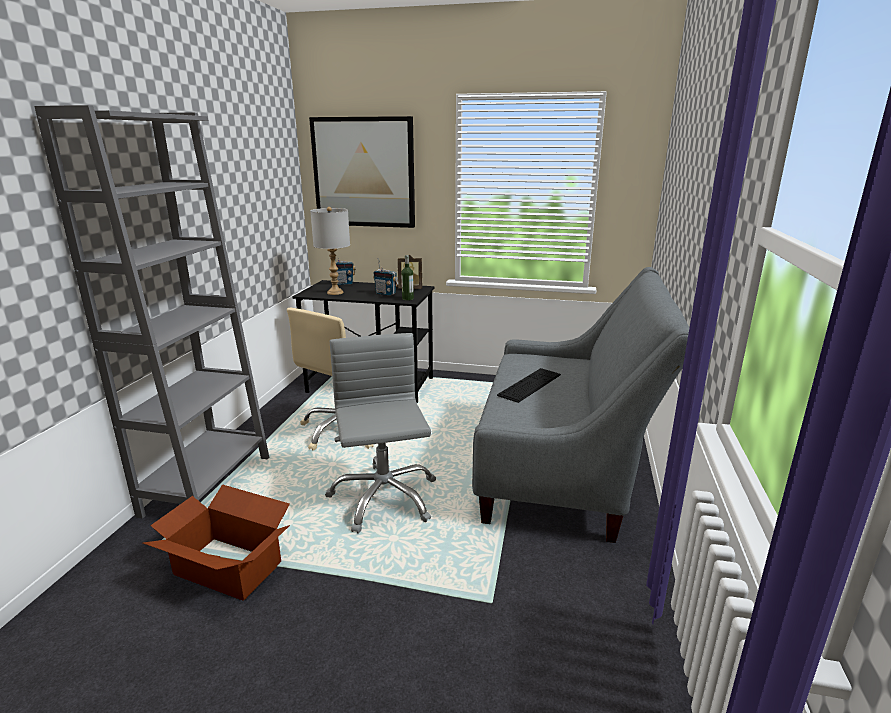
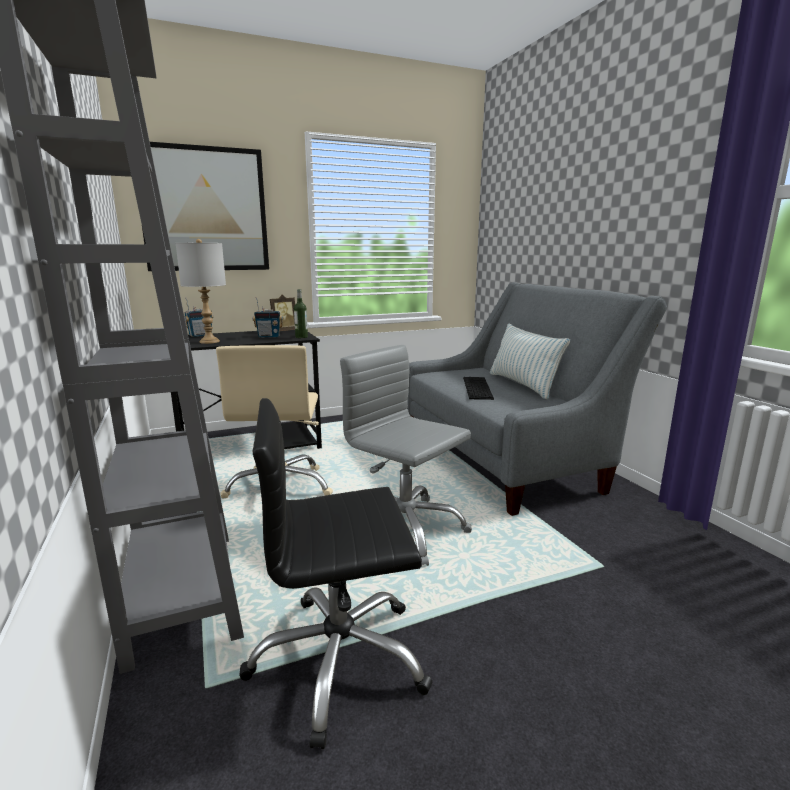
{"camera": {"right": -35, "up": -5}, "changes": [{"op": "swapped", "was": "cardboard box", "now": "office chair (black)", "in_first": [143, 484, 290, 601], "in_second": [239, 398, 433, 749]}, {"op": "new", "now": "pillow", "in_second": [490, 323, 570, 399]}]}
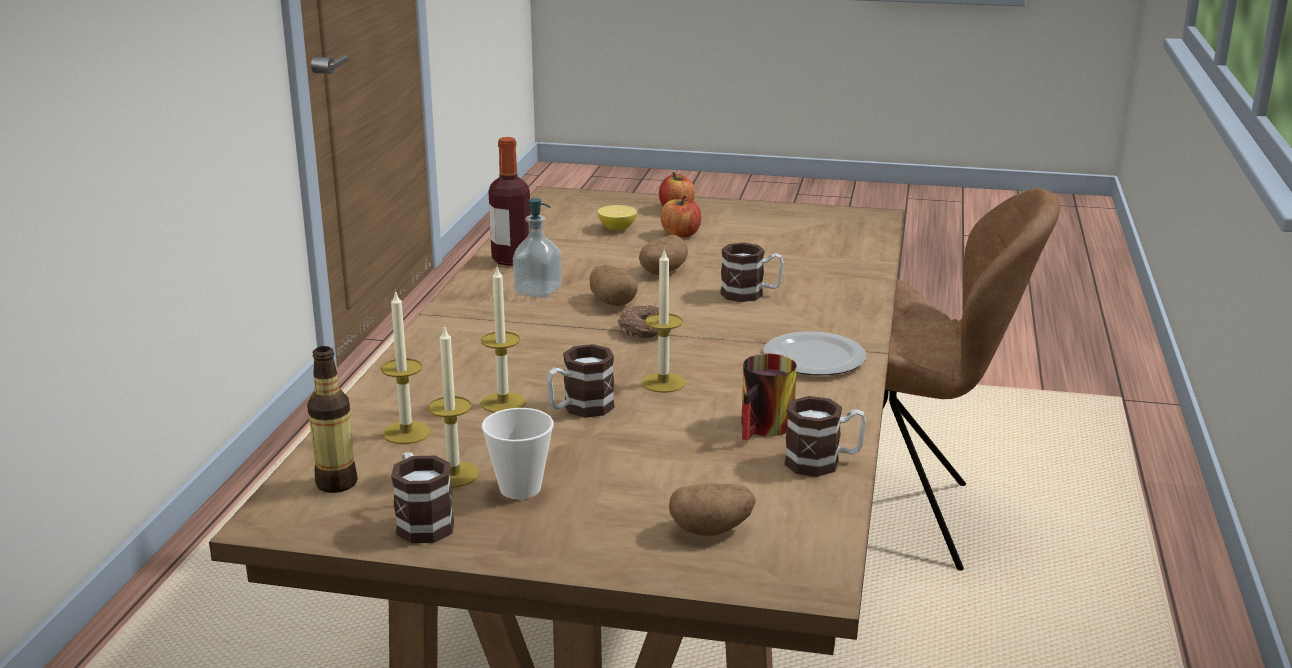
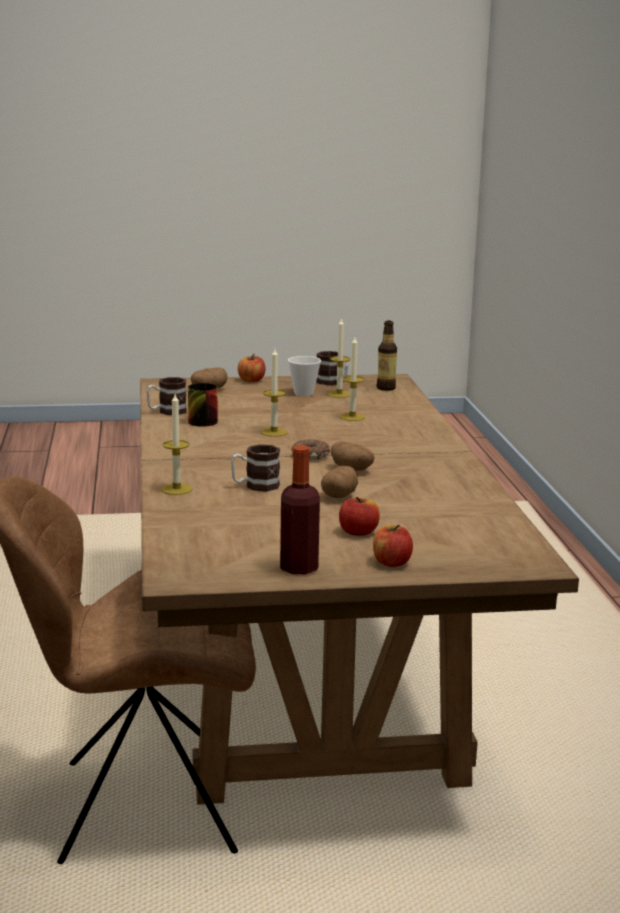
{"camera": {"right": 160, "up": -5}, "changes": [{"op": "shifted", "was": "candle", "in_first": [381, 290, 431, 444], "in_second": [161, 394, 192, 495]}, {"op": "shifted", "was": "bottle", "in_first": [488, 137, 531, 266], "in_second": [280, 445, 320, 574]}, {"op": "gone", "was": "soap dispenser", "in_first": [513, 198, 562, 298]}, {"op": "gone", "was": "mug", "in_first": [547, 344, 615, 418]}, {"op": "gone", "was": "lemon", "in_first": [598, 205, 637, 231]}, {"op": "gone", "was": "plate", "in_first": [763, 331, 866, 375]}, {"op": "new", "now": "apple", "in_second": [238, 354, 266, 382]}]}
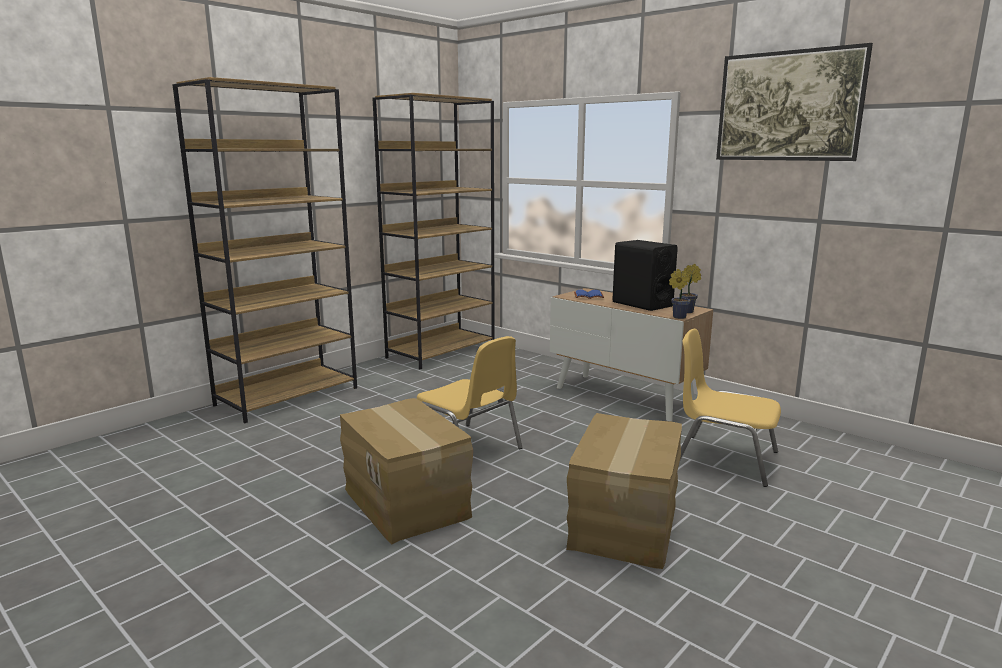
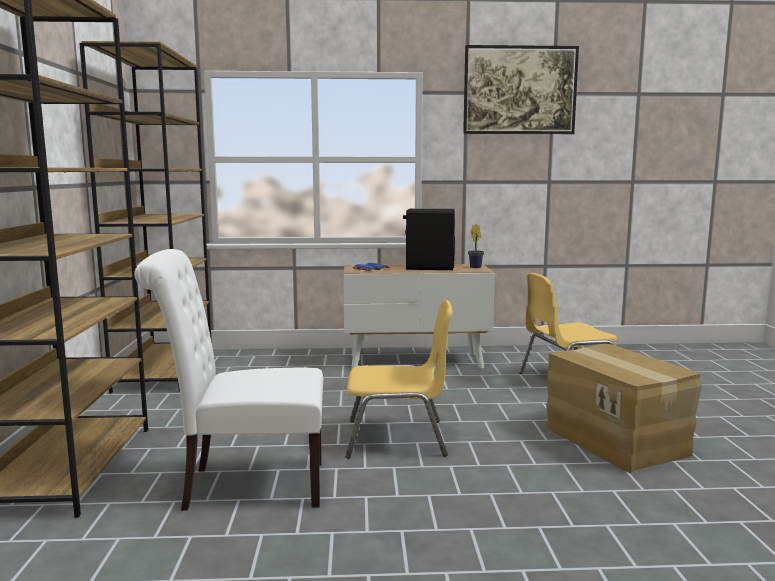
{"camera": {"right": -45, "up": -5}, "changes": [{"op": "gone", "was": "cardboard box", "in_first": [340, 398, 473, 544]}, {"op": "gone", "was": "potted plant", "in_first": [669, 269, 690, 319]}, {"op": "new", "now": "chair (white)", "in_second": [134, 249, 323, 511]}]}
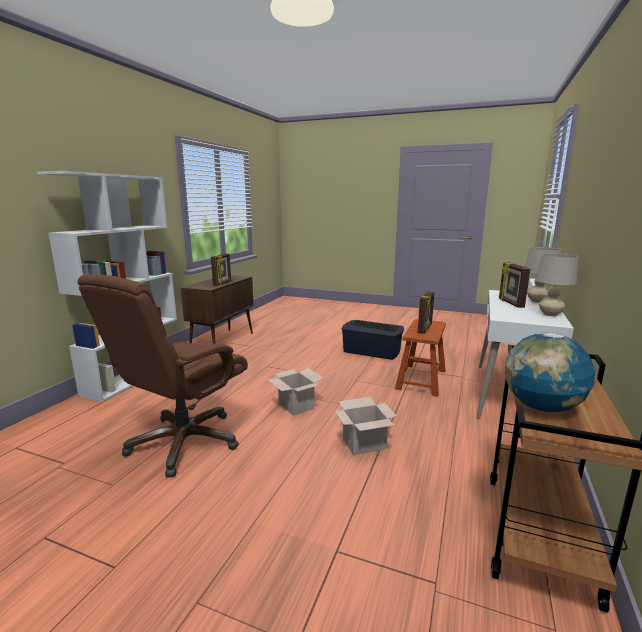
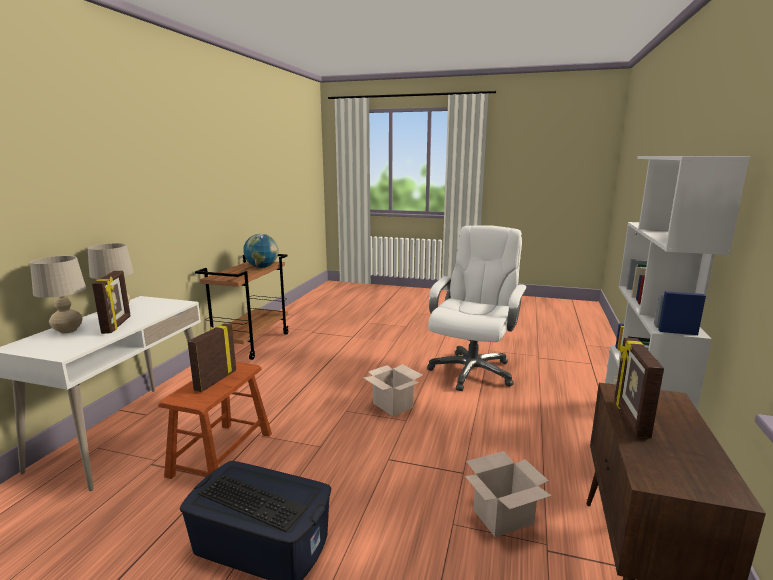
{"camera": {"right": 175, "up": 0}, "changes": [{"op": "repainted", "was": "office chair (brown)", "now": "office chair (white)", "in_first": [77, 274, 248, 478], "in_second": [427, 225, 527, 391]}, {"op": "shifted", "was": "cardboard box", "in_first": [335, 397, 397, 455], "in_second": [465, 451, 552, 537]}]}
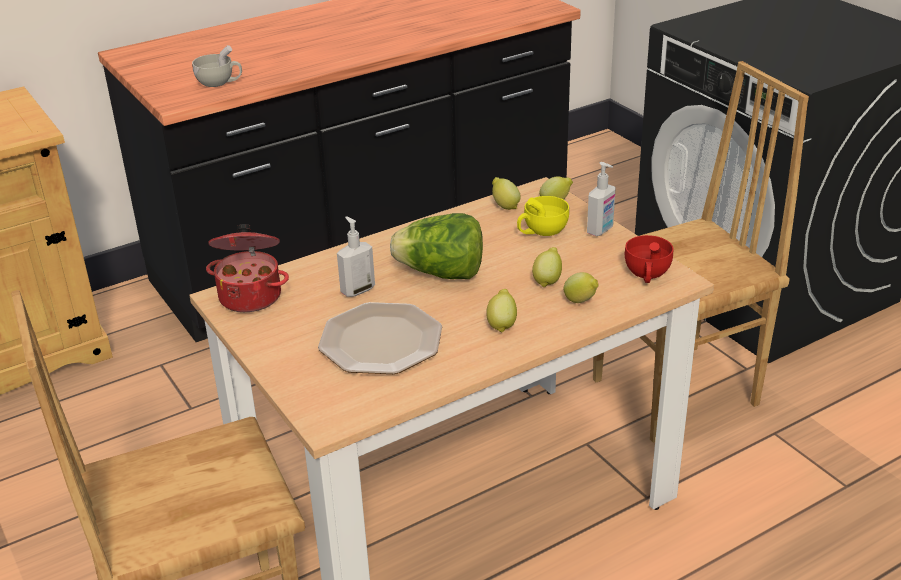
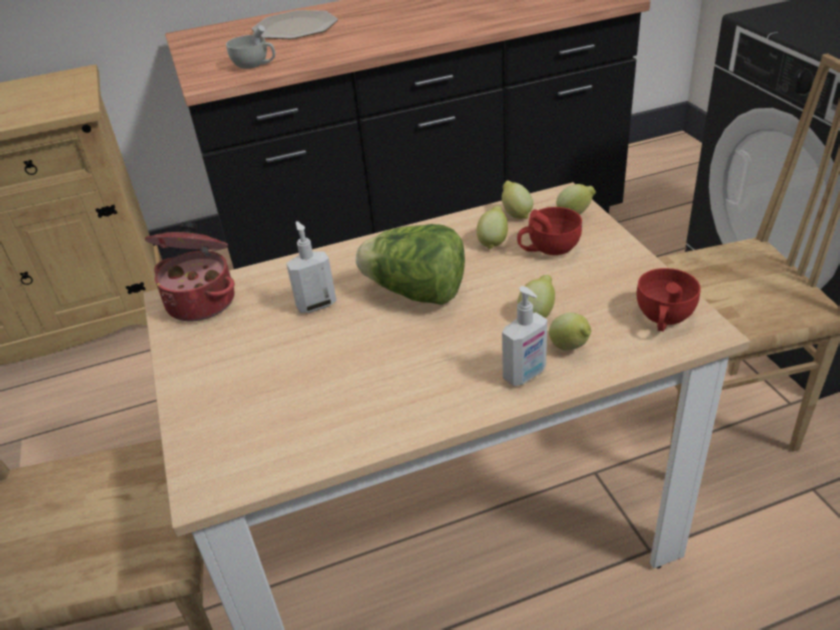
{"camera": {"right": 15, "up": 5}, "changes": [{"op": "shifted", "was": "plate", "in_first": [318, 302, 442, 374], "in_second": [252, 10, 338, 39]}, {"op": "shifted", "was": "lemon", "in_first": [486, 289, 517, 333], "in_second": [476, 206, 508, 249]}, {"op": "repainted", "was": "cup (yellow)", "now": "cup (red)", "in_first": [517, 196, 569, 236], "in_second": [517, 207, 582, 255]}, {"op": "shifted", "was": "soap dispenser", "in_first": [587, 162, 616, 236], "in_second": [502, 286, 547, 386]}]}
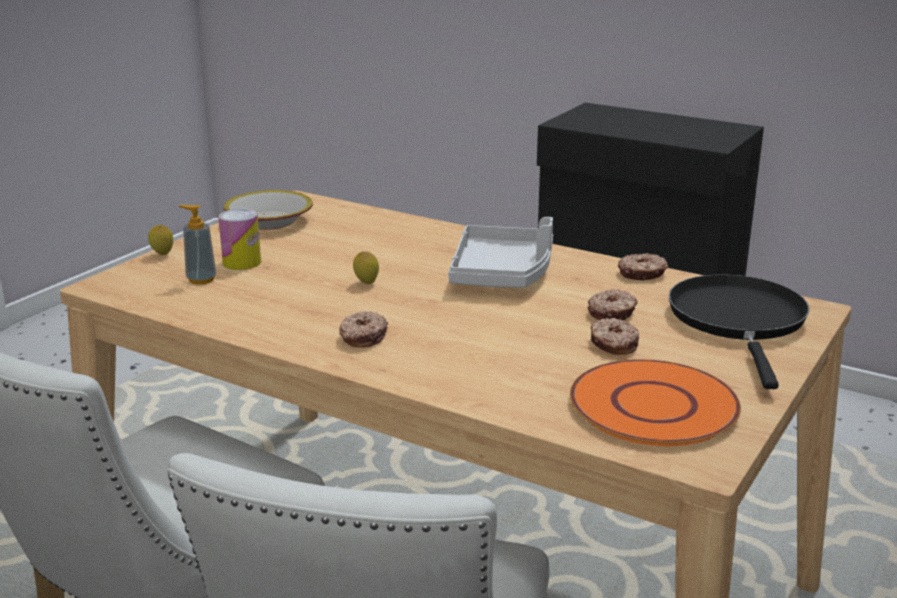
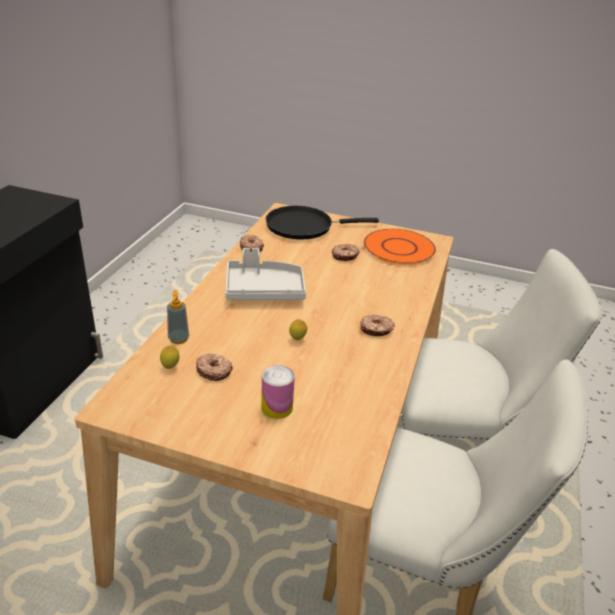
{"camera": {"right": -105, "up": 10}, "changes": [{"op": "shifted", "was": "lemon", "in_first": [148, 225, 173, 255], "in_second": [160, 346, 179, 369]}, {"op": "shifted", "was": "soap dispenser", "in_first": [179, 205, 216, 285], "in_second": [167, 290, 189, 344]}, {"op": "gone", "was": "bowl", "in_first": [224, 190, 313, 230]}, {"op": "shifted", "was": "donut", "in_first": [588, 289, 638, 320], "in_second": [196, 353, 233, 381]}]}
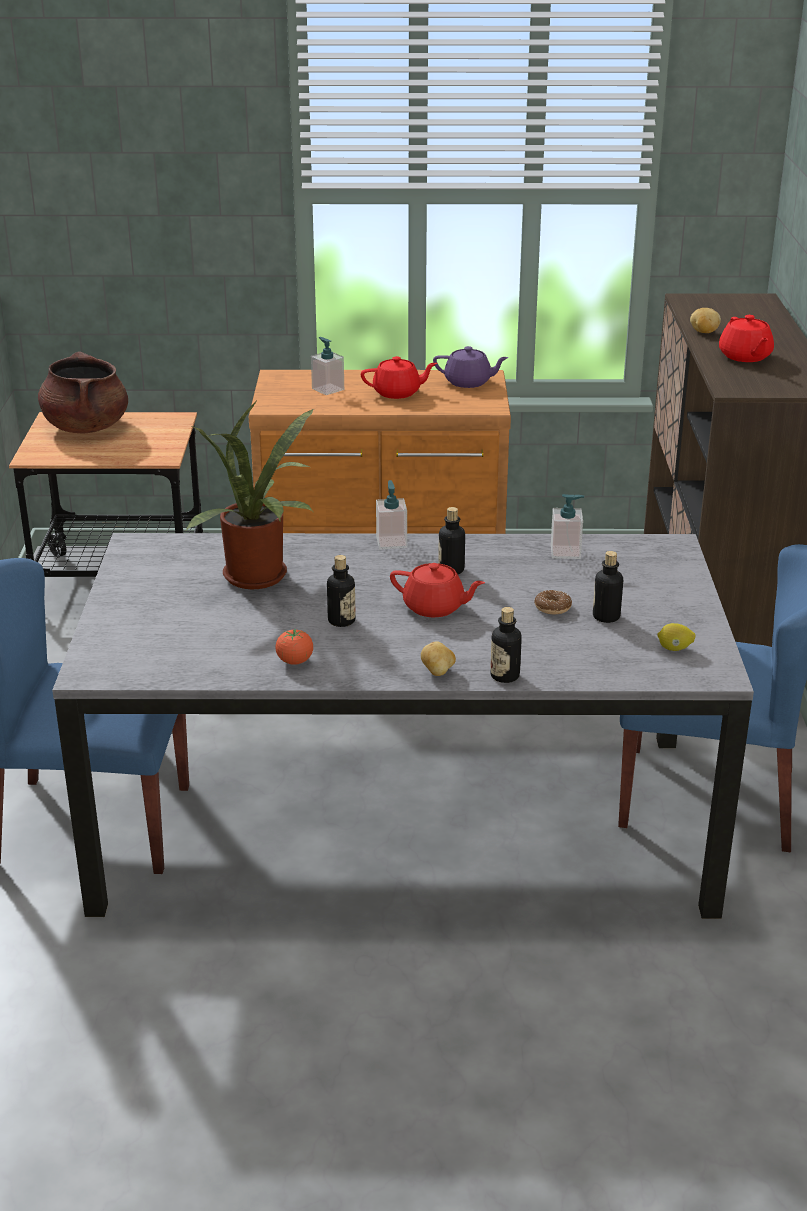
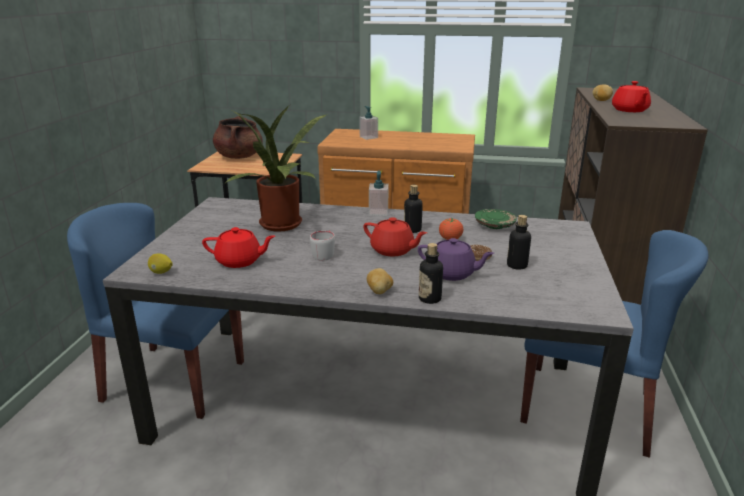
{"camera": {"right": 10, "up": -5}, "changes": [{"op": "shifted", "was": "tomato", "in_first": [276, 629, 313, 665], "in_second": [439, 218, 463, 240]}, {"op": "swapped", "was": "bottle", "now": "mug (grey)", "in_first": [327, 555, 356, 627], "in_second": [310, 231, 335, 261]}, {"op": "shifted", "was": "teapot (red)", "in_first": [361, 356, 437, 399], "in_second": [202, 227, 275, 268]}, {"op": "shifted", "was": "teapot (purple)", "in_first": [433, 346, 509, 388], "in_second": [418, 238, 494, 281]}, {"op": "swapped", "was": "soap dispenser", "now": "plate (green)", "in_first": [551, 494, 584, 559], "in_second": [475, 209, 517, 229]}, {"op": "shifted", "was": "lemon", "in_first": [657, 623, 696, 651], "in_second": [148, 253, 173, 274]}]}
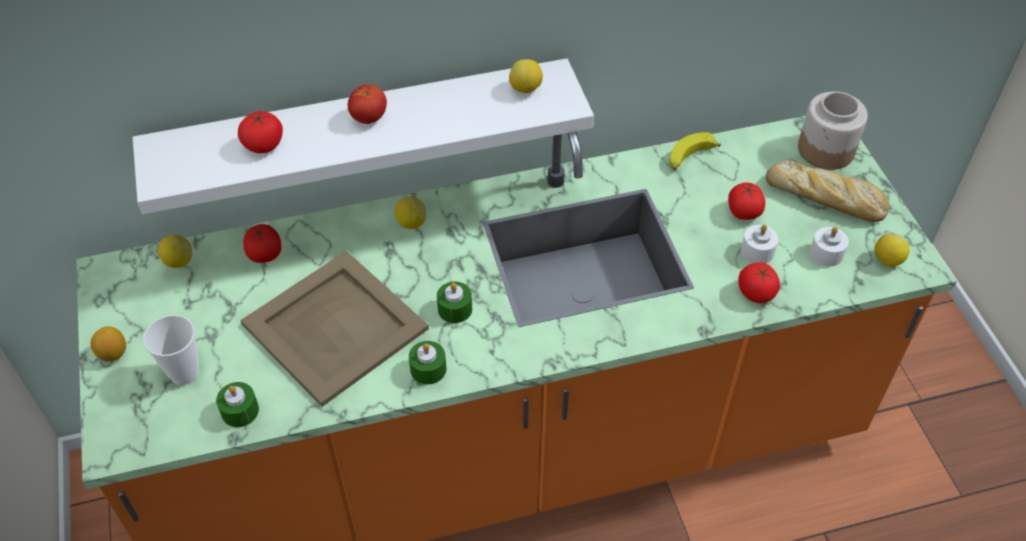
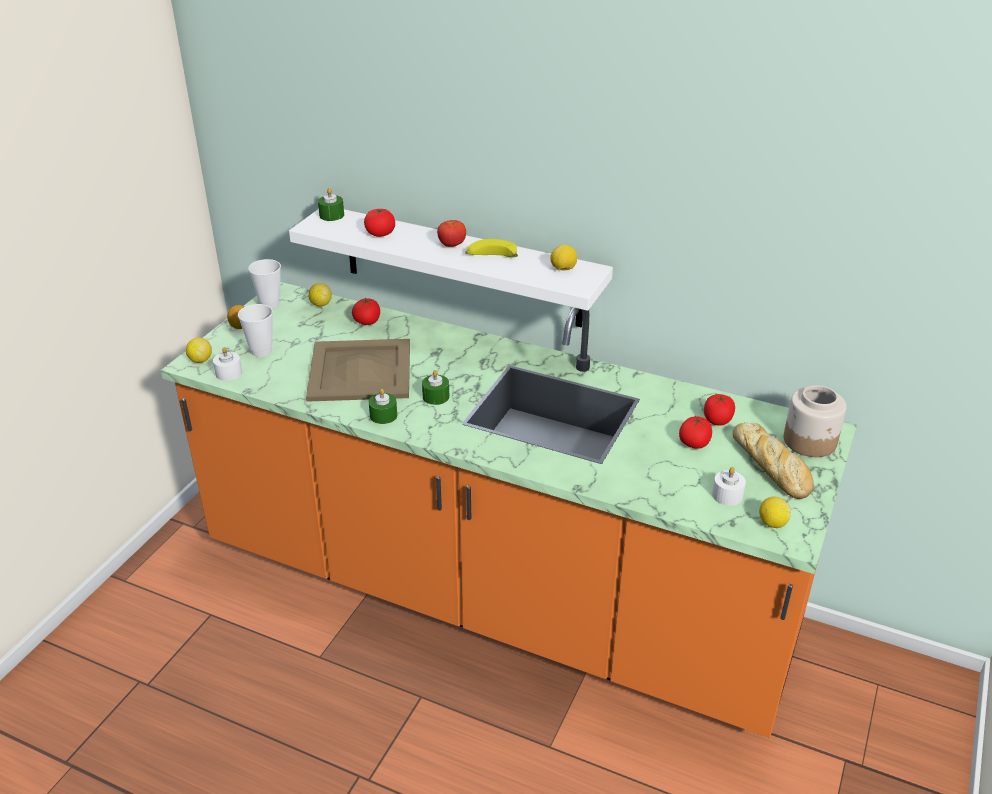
{"camera": {"right": 40, "up": -15}, "changes": [{"op": "shifted", "was": "candle (green)", "in_first": [216, 382, 259, 427], "in_second": [318, 188, 344, 221]}, {"op": "shifted", "was": "lemon", "in_first": [394, 196, 426, 229], "in_second": [186, 338, 212, 363]}, {"op": "shifted", "was": "banana", "in_first": [669, 132, 721, 169], "in_second": [465, 239, 518, 257]}, {"op": "shifted", "was": "tomato", "in_first": [738, 263, 780, 303], "in_second": [704, 394, 735, 426]}, {"op": "shifted", "was": "candle (white)", "in_first": [741, 225, 778, 263], "in_second": [213, 347, 242, 381]}, {"op": "new", "now": "cup", "in_second": [248, 259, 281, 308]}]}
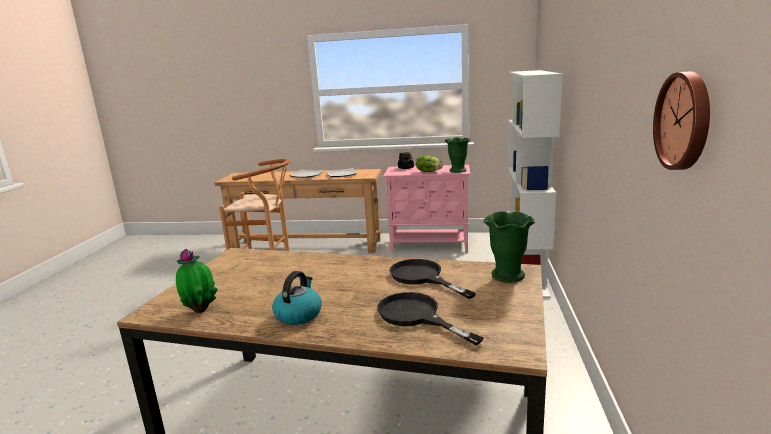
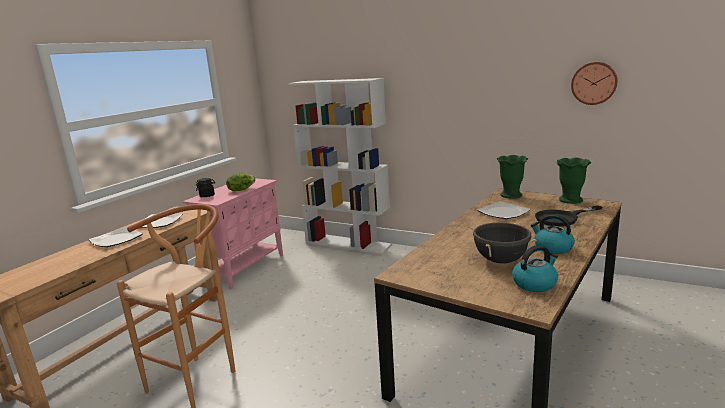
{"camera": {"right": -70, "up": 0}, "changes": [{"op": "swapped", "was": "potted plant", "now": "kettle", "in_first": [176, 249, 218, 313], "in_second": [512, 245, 558, 292]}, {"op": "swapped", "was": "frying pan (black)", "now": "plate", "in_first": [389, 259, 476, 299], "in_second": [477, 201, 531, 219]}, {"op": "shifted", "was": "vase (green)", "in_first": [445, 137, 470, 173], "in_second": [557, 157, 592, 204]}, {"op": "new", "now": "cooking pot (black)", "in_second": [470, 222, 537, 264]}]}
